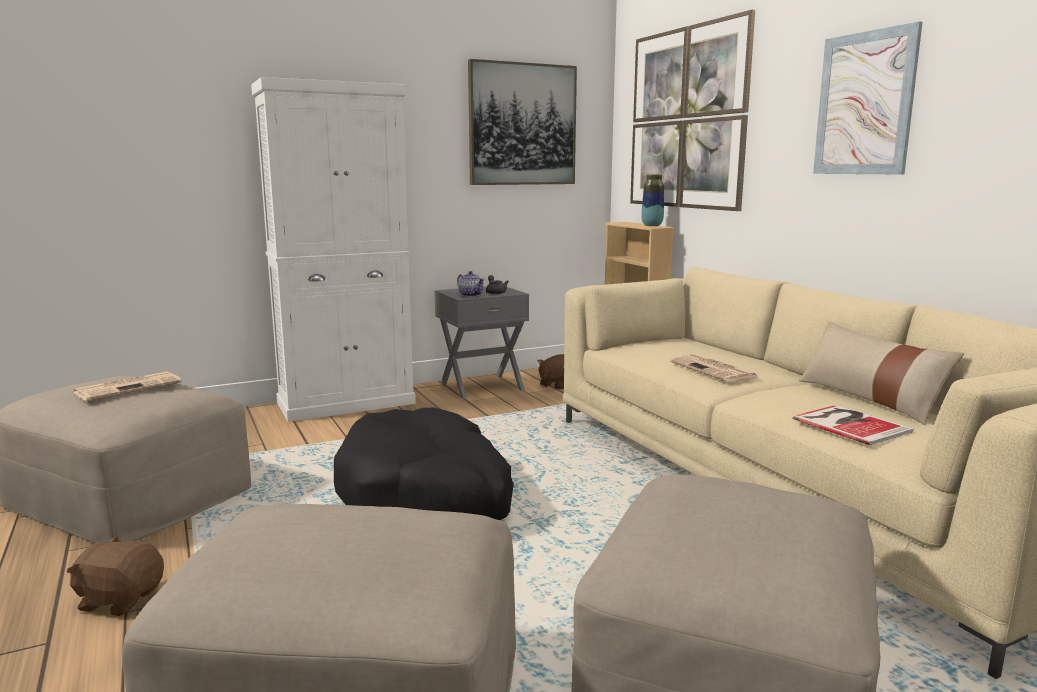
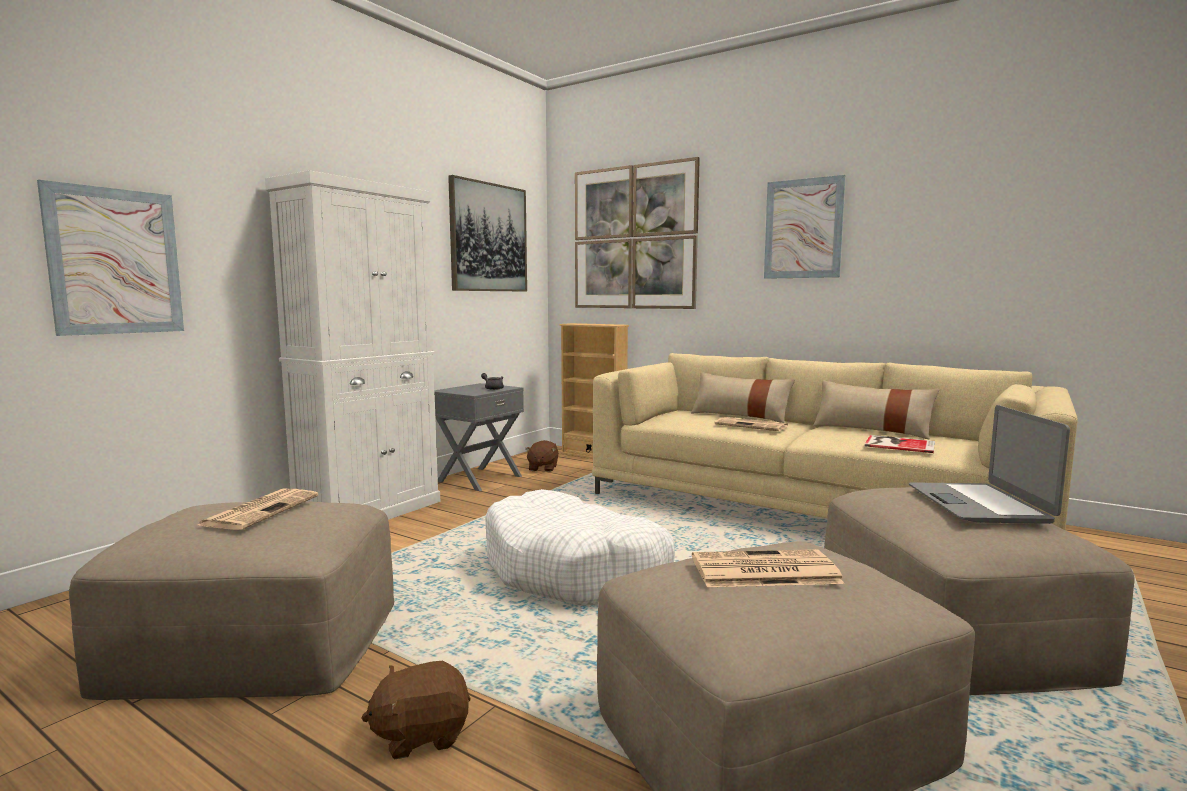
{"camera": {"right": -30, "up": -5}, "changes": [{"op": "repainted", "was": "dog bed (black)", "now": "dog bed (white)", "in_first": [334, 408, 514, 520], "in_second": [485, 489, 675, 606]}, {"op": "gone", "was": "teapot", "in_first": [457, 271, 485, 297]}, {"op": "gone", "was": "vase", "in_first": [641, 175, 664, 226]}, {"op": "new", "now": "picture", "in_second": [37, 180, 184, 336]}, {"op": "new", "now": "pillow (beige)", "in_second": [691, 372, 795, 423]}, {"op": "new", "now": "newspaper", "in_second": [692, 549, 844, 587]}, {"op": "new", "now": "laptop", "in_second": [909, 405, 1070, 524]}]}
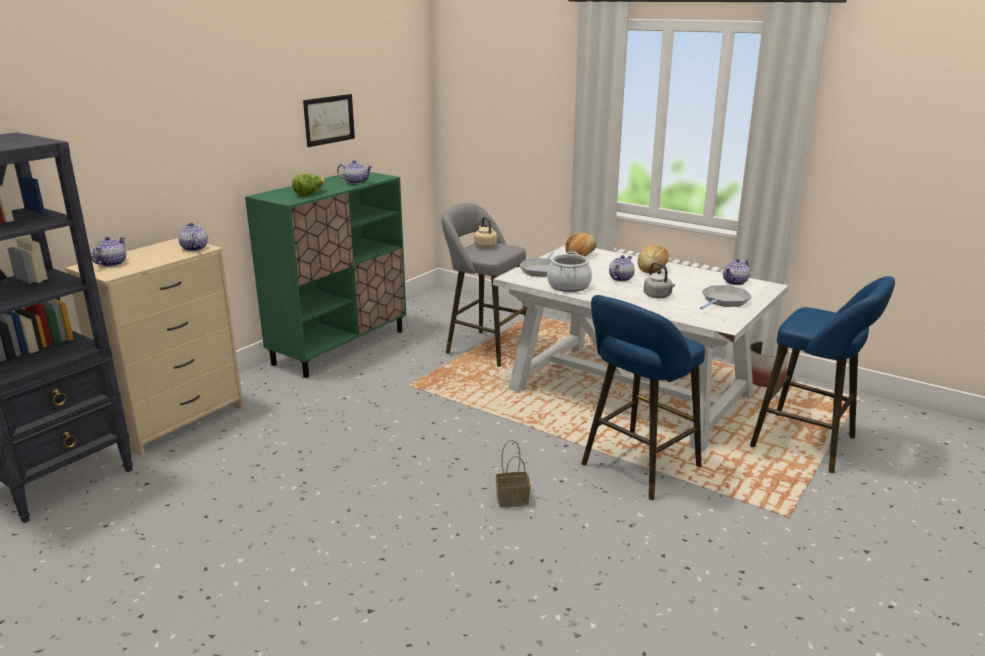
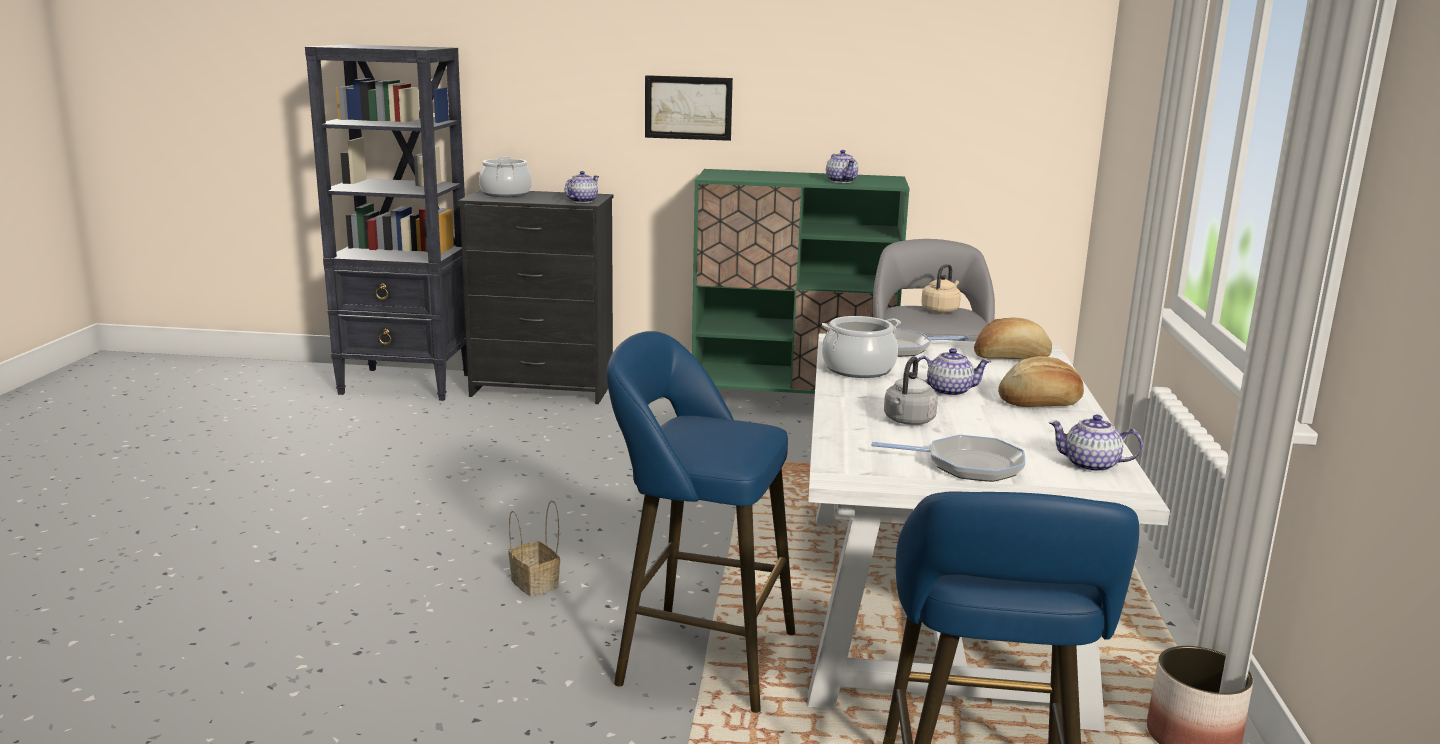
{"camera": {"right": 60, "up": -5}, "changes": [{"op": "repainted", "was": "dresser (beige)", "now": "dresser (black)", "in_first": [65, 238, 244, 457], "in_second": [458, 190, 614, 404]}, {"op": "swapped", "was": "teapot", "now": "cooking pot", "in_first": [91, 236, 126, 267], "in_second": [479, 157, 532, 197]}, {"op": "gone", "was": "lettuce", "in_first": [292, 174, 325, 196]}, {"op": "shifted", "was": "picture", "in_first": [303, 94, 355, 147], "in_second": [645, 75, 733, 141]}]}
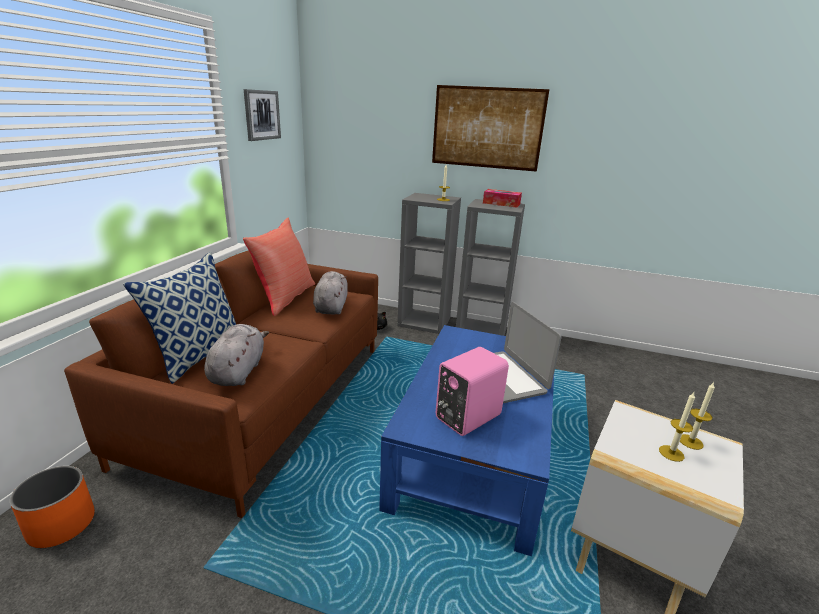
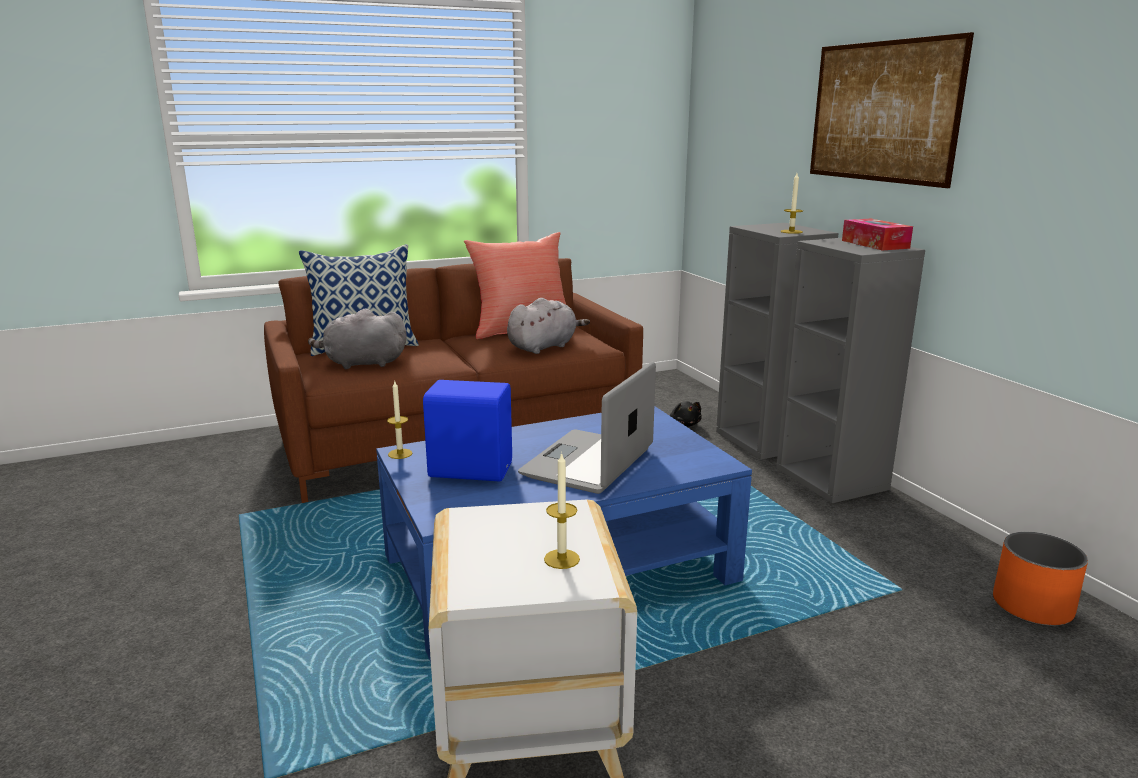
{"camera": {"right": 50, "up": -5}, "changes": [{"op": "shifted", "was": "planter (orange)", "in_first": [10, 466, 95, 548], "in_second": [993, 532, 1088, 626]}, {"op": "rotated", "was": "plush toy (grey)", "in_first": [204, 324, 269, 386], "in_second": [308, 309, 407, 369], "clockwise": -150}, {"op": "gone", "was": "picture", "in_first": [244, 89, 281, 141]}, {"op": "repainted", "was": "speaker (pink)", "now": "speaker (blue)", "in_first": [436, 347, 509, 436], "in_second": [423, 380, 512, 482]}, {"op": "shifted", "was": "candle", "in_first": [659, 392, 695, 462], "in_second": [387, 381, 412, 459]}]}
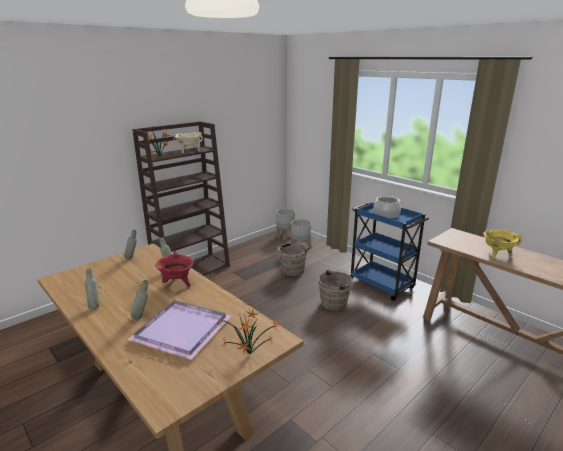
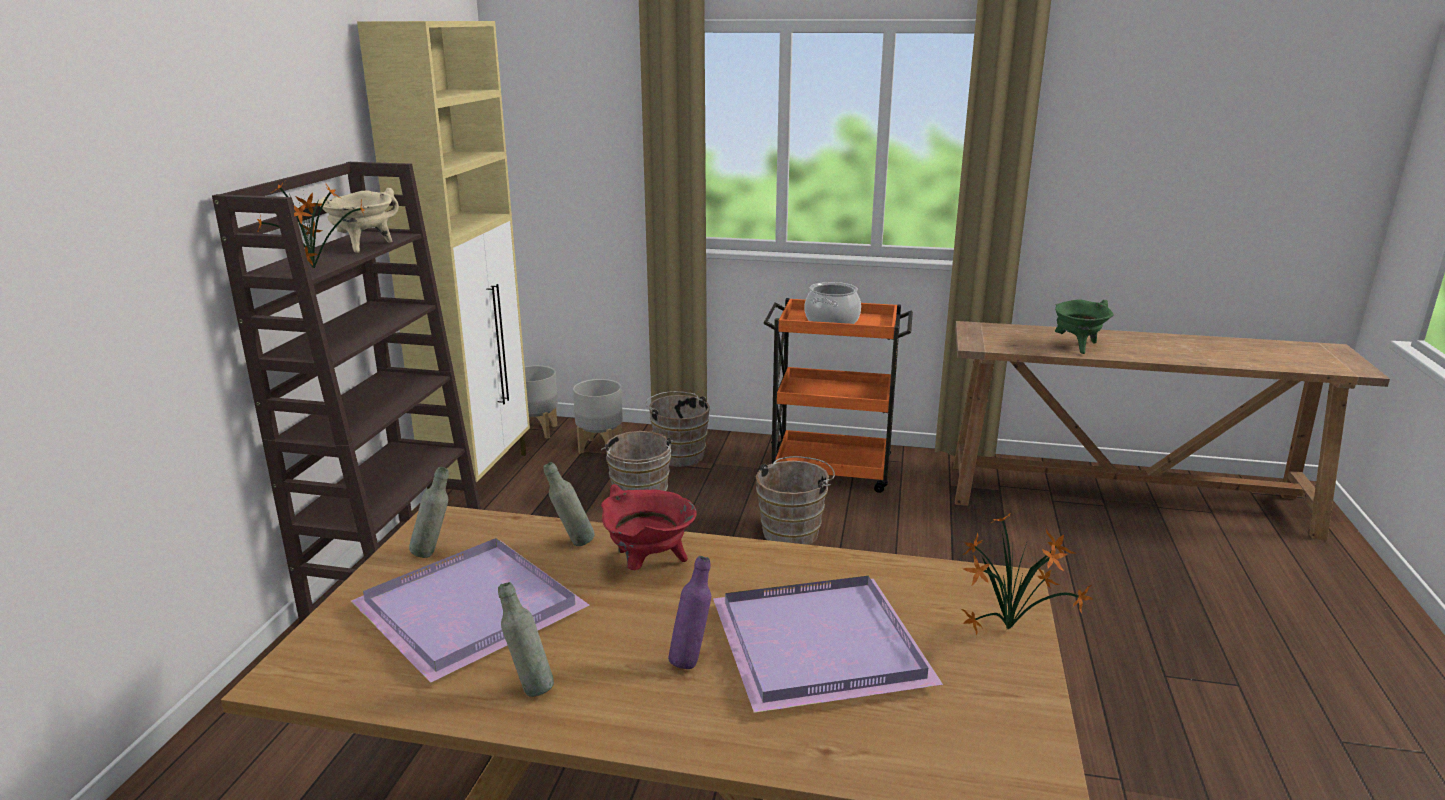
{"camera": {"right": -35, "up": 0}, "changes": [{"op": "repainted", "was": "bottle (grey)", "now": "bottle (purple)", "in_first": [131, 280, 148, 320], "in_second": [668, 556, 711, 669]}, {"op": "repainted", "was": "cart (blue)", "now": "cart (orange)", "in_first": [351, 201, 429, 301], "in_second": [763, 298, 913, 493]}, {"op": "repainted", "was": "cooking pot (yellow)", "now": "cooking pot (green)", "in_first": [483, 230, 521, 259], "in_second": [1055, 300, 1114, 354]}, {"op": "new", "now": "tray (purple)", "in_second": [351, 538, 590, 683]}, {"op": "new", "now": "cabinet (beige)", "in_second": [357, 21, 530, 489]}, {"op": "new", "now": "bucket (brown)", "in_second": [645, 391, 710, 467]}]}
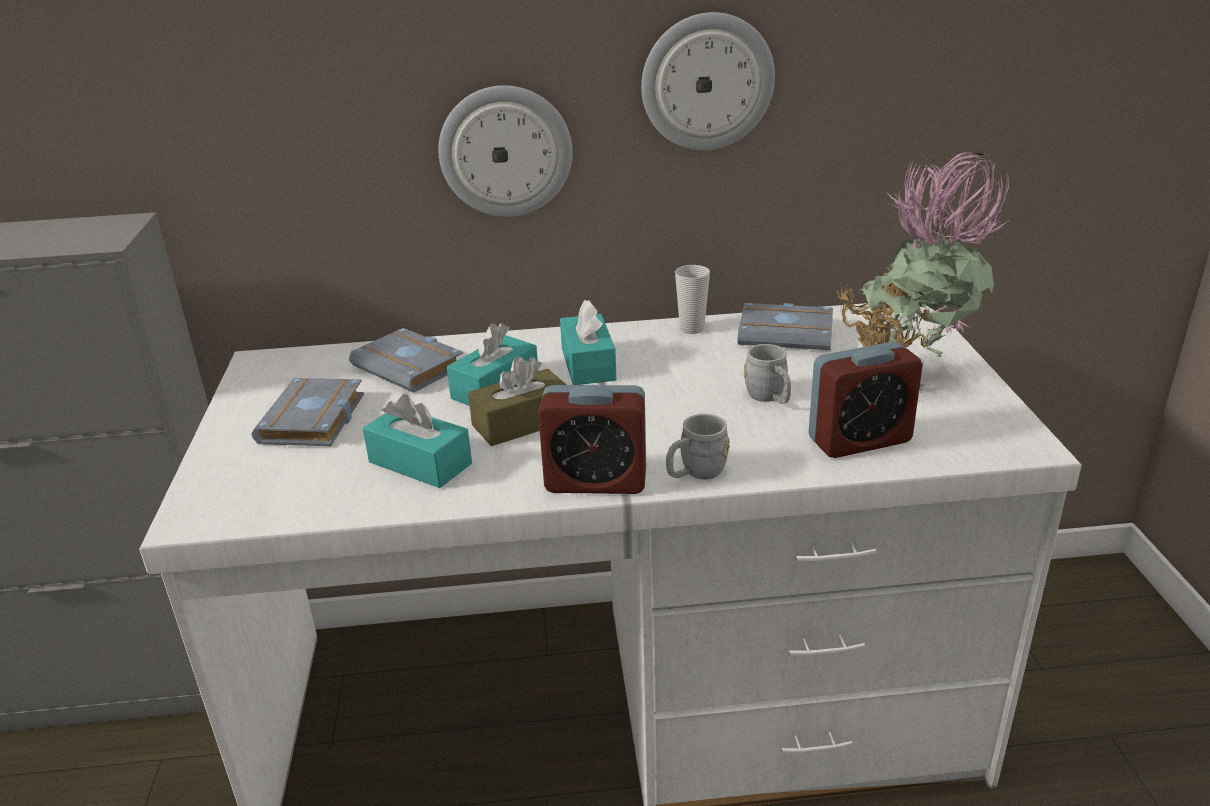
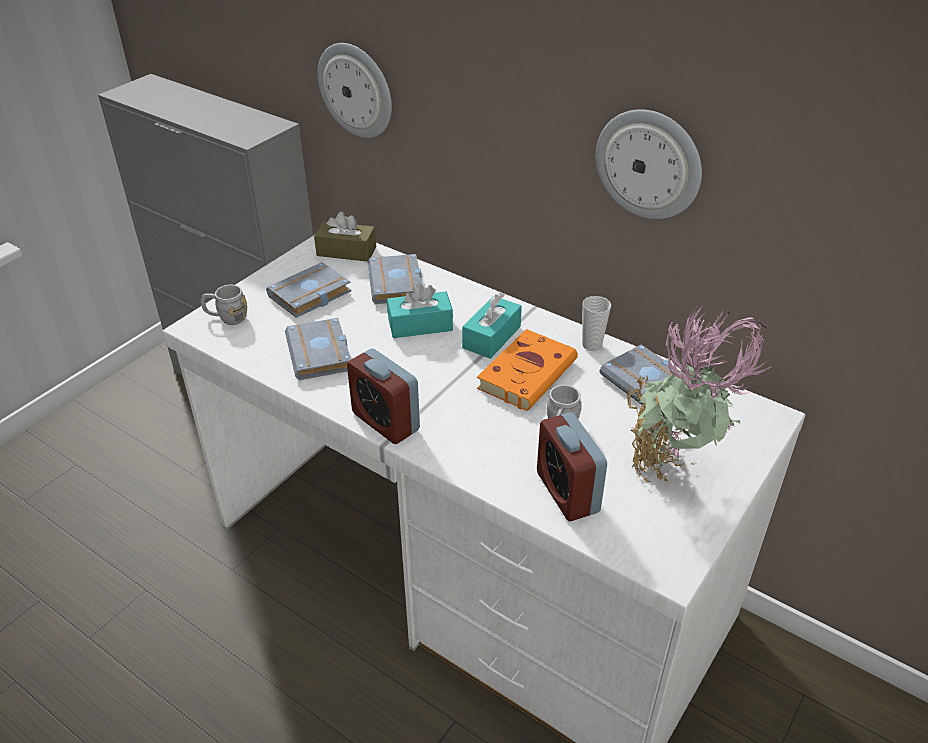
{"camera": {"right": 40, "up": 10}, "changes": [{"op": "swapped", "was": "tissue box (turquoise)", "now": "book (grey)", "in_first": [363, 394, 472, 488], "in_second": [285, 318, 351, 380]}, {"op": "shifted", "was": "wall clock", "in_first": [438, 85, 573, 217], "in_second": [317, 43, 392, 138]}, {"op": "shifted", "was": "tissue box (brown)", "in_first": [468, 356, 566, 446], "in_second": [314, 212, 376, 262]}, {"op": "shifted", "was": "mug (grey)", "in_first": [666, 414, 730, 479], "in_second": [200, 285, 247, 325]}, {"op": "rotated", "was": "alarm clock", "in_first": [809, 341, 923, 458], "in_second": [537, 412, 607, 521], "clockwise": 45}, {"op": "new", "now": "book (orange)", "in_second": [477, 329, 578, 411]}]}
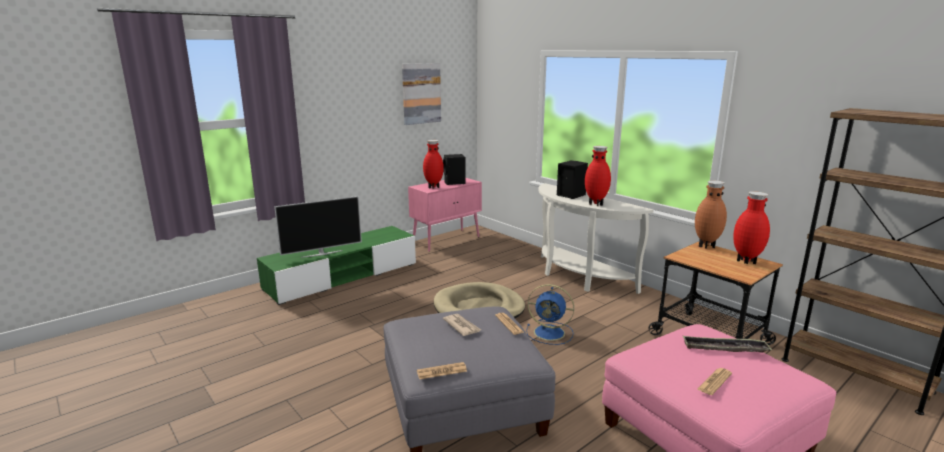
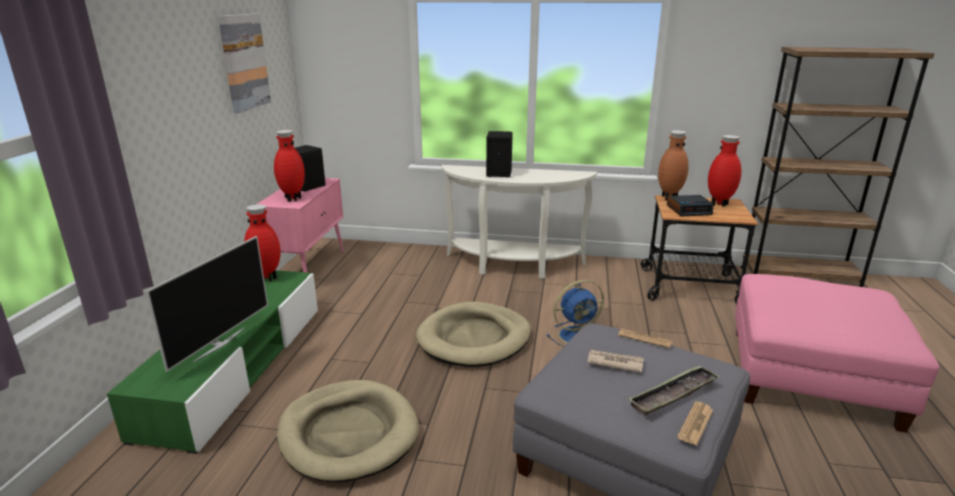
{"camera": {"right": -40, "up": 5}, "changes": [{"op": "shifted", "was": "vase (red)", "in_first": [585, 146, 611, 206], "in_second": [244, 205, 281, 282]}, {"op": "shifted", "was": "tray", "in_first": [683, 336, 772, 352], "in_second": [628, 365, 720, 415]}, {"op": "gone", "was": "newspaper", "in_first": [698, 368, 732, 395]}, {"op": "new", "now": "dog bed (beige)", "in_second": [277, 380, 419, 482]}, {"op": "new", "now": "alarm clock", "in_second": [667, 195, 713, 216]}]}
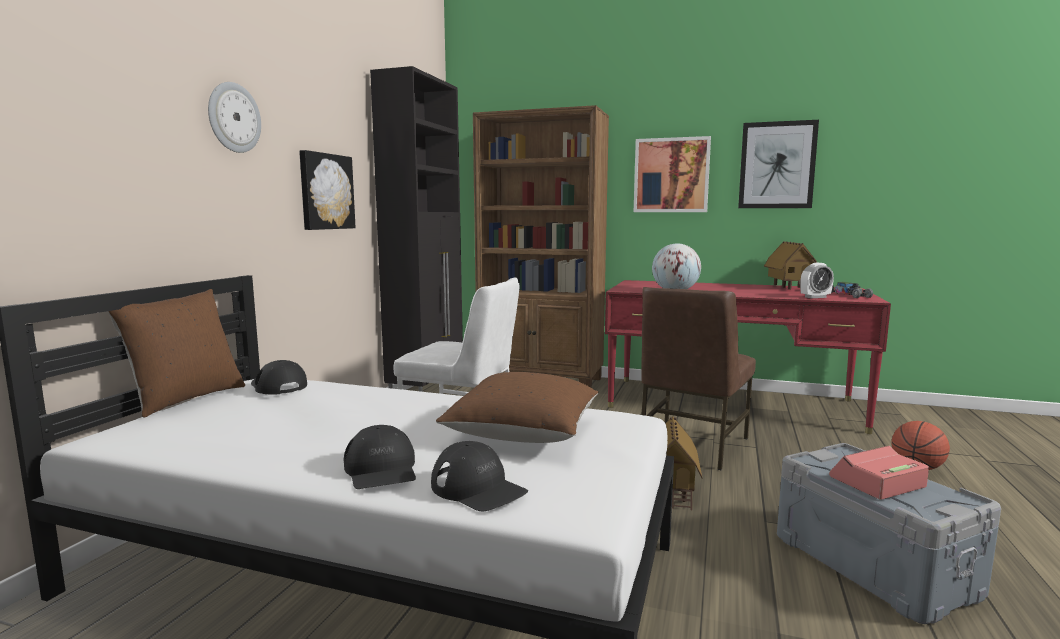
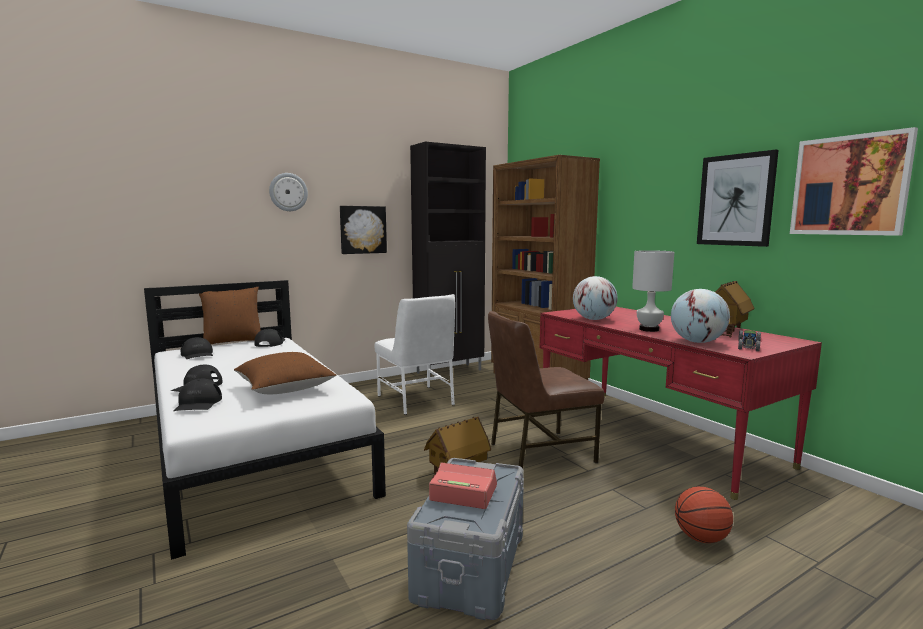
{"camera": {"right": 40, "up": 0}, "changes": [{"op": "shifted", "was": "picture", "in_first": [634, 136, 711, 212], "in_second": [790, 127, 918, 236]}, {"op": "swapped", "was": "alarm clock", "now": "globe", "in_first": [800, 263, 834, 298], "in_second": [671, 289, 730, 343]}, {"op": "new", "now": "cap (black)", "in_second": [180, 337, 213, 359]}, {"op": "new", "now": "table lamp (white)", "in_second": [632, 250, 674, 332]}]}
